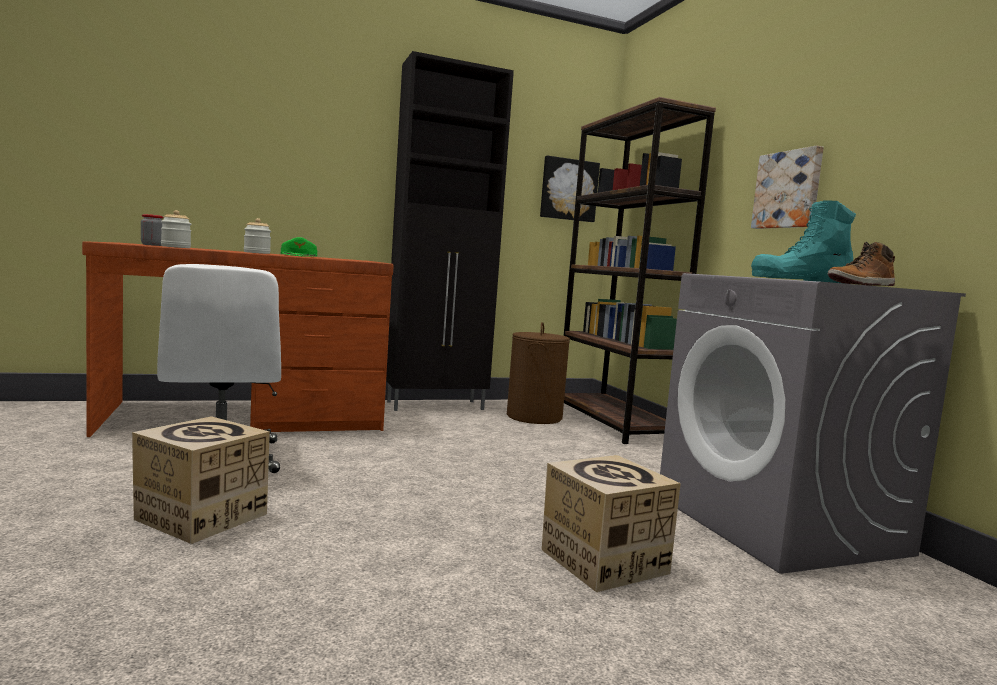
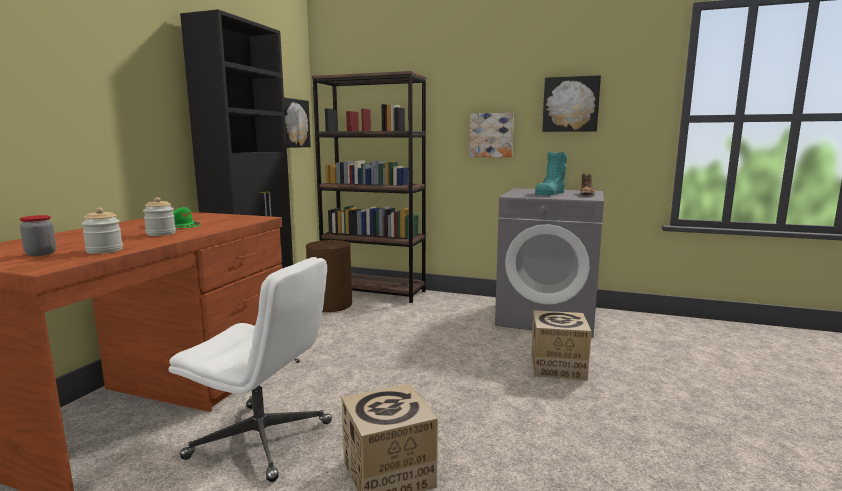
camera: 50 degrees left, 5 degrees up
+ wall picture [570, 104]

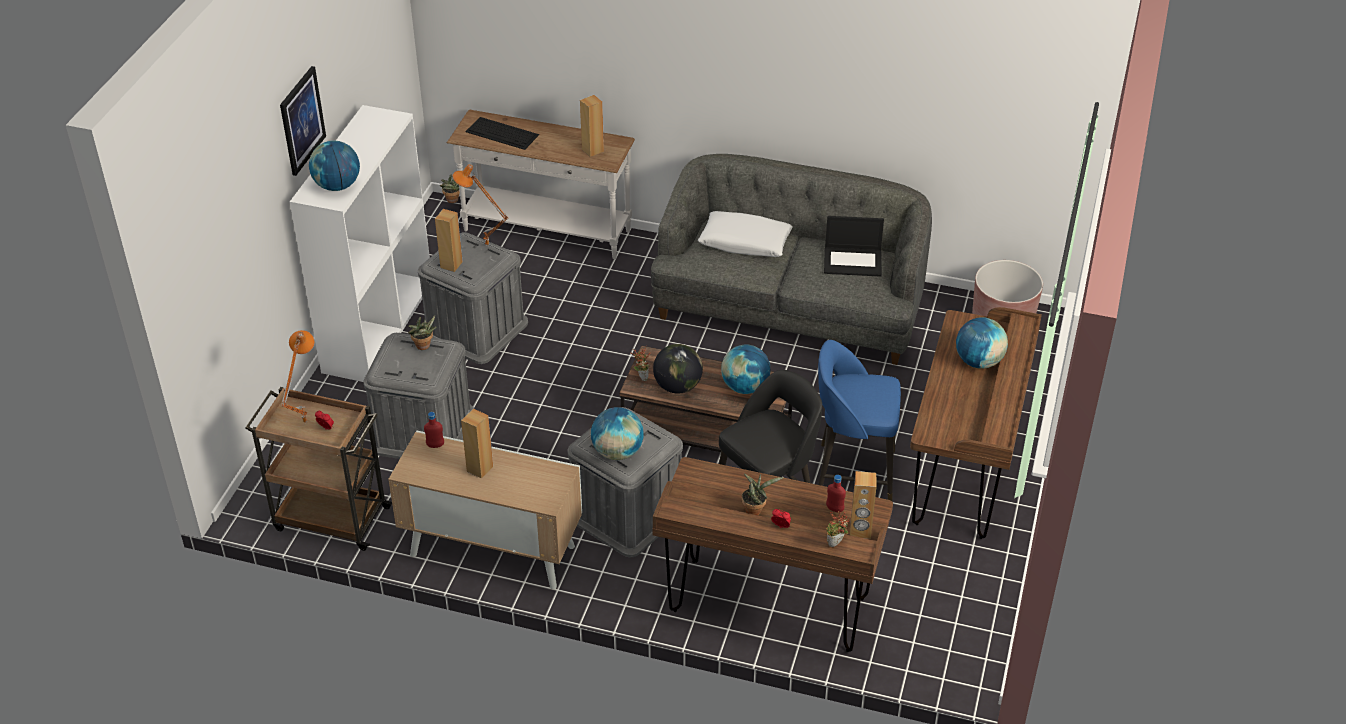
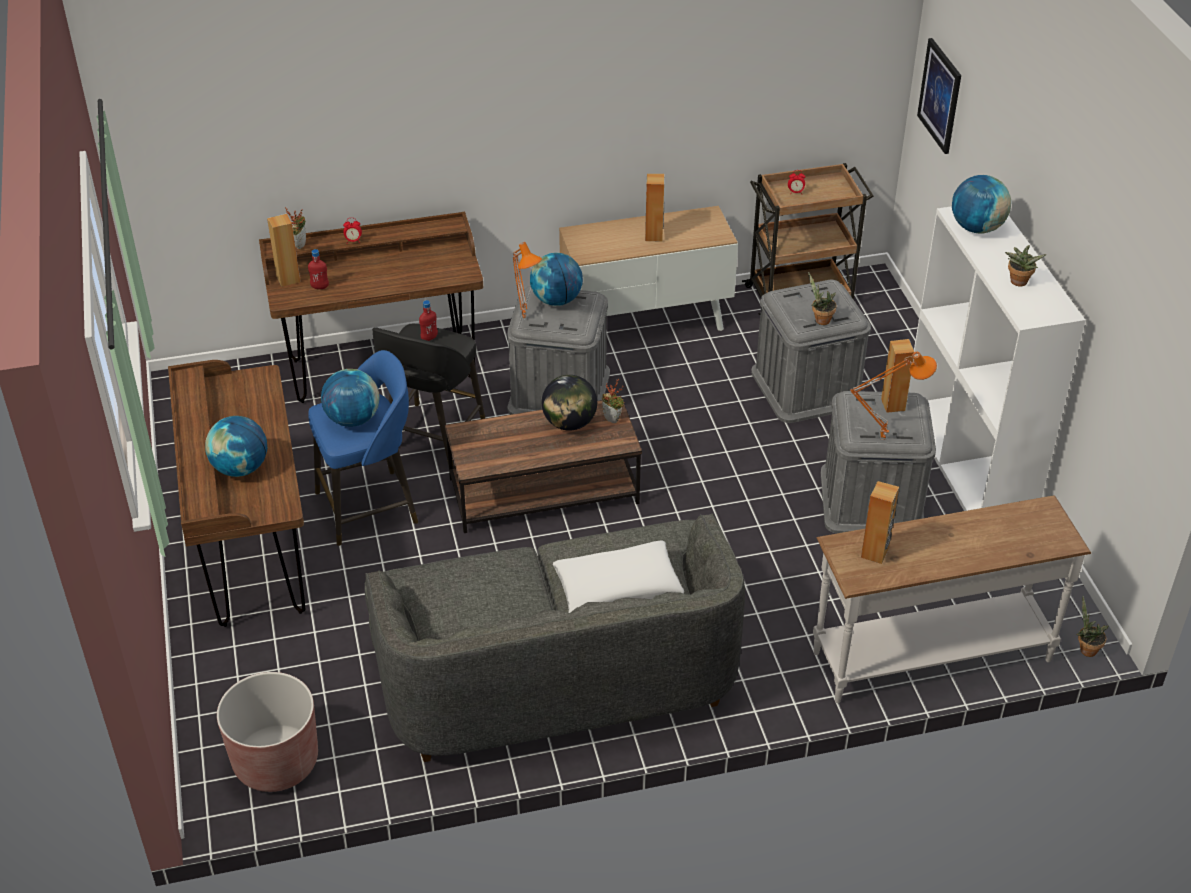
camera: 150 degrees right, 0 degrees up
- keyboard [503, 133]
- notebook computer [853, 261]
~ wall picture [302, 120] to [940, 95]
~ orangey lamp for a table [303, 422] to [526, 318]
~ red-coloured bottle [435, 445] to [429, 338]
~ globe [745, 387] to [353, 419]
~ plant in a pot [755, 510] to [1018, 283]

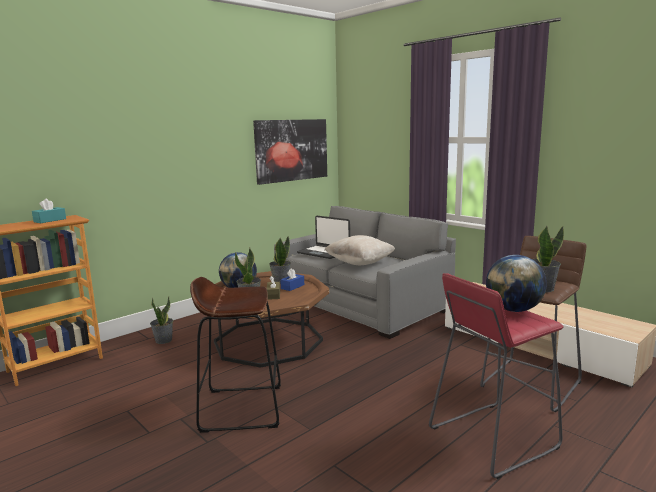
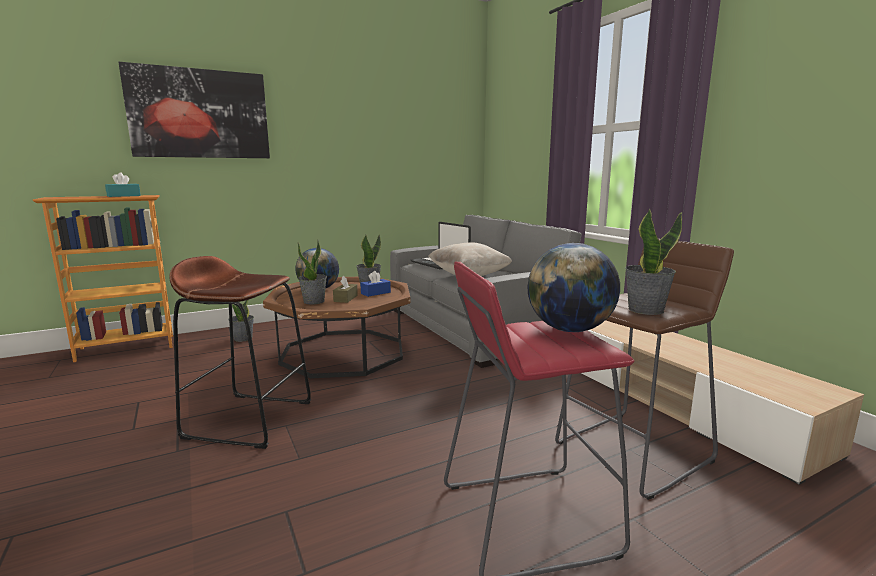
camera: 15 degrees right, 0 degrees up
~ wall picture [291, 150] to [200, 114]

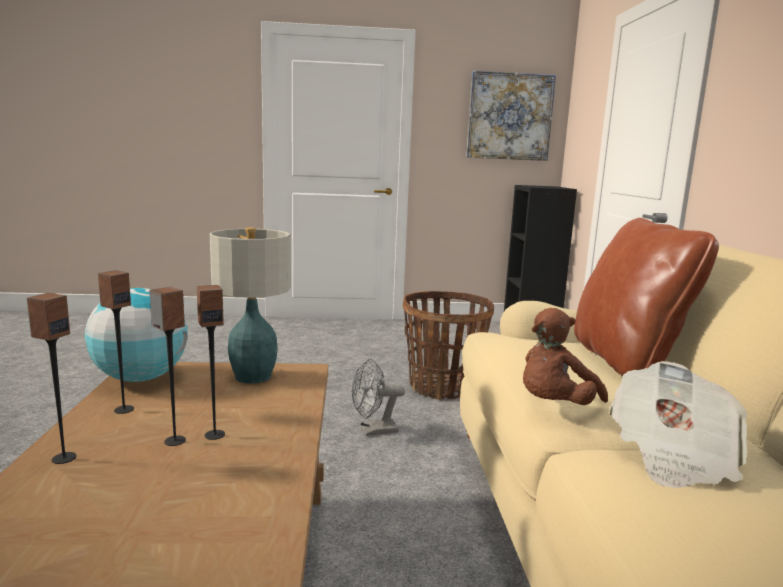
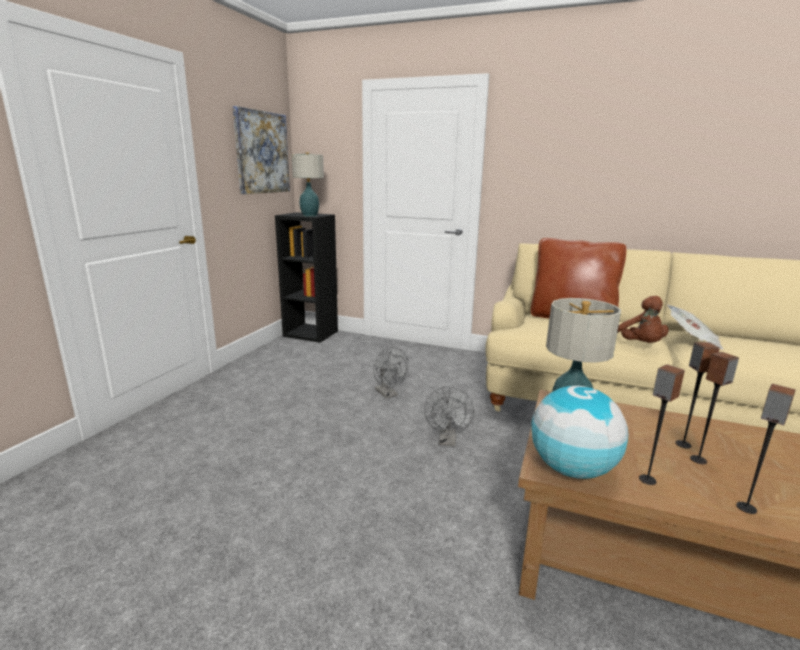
camera: 65 degrees left, 5 degrees up
+ lamp for a table [310, 215]
~ storage basket [443, 386] to gray electric fan [388, 394]

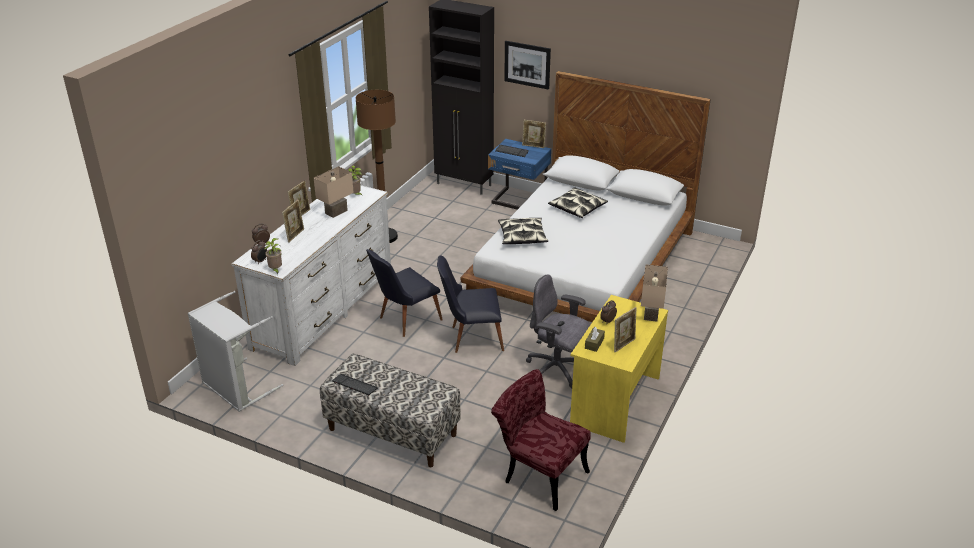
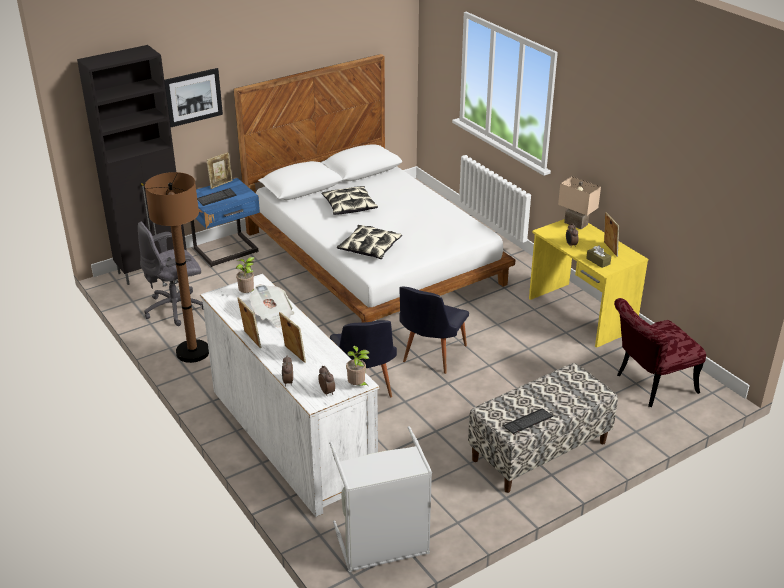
camera: 60 degrees left, 0 degrees up
~ gray desk chair [557, 370] to [176, 308]
~ beige lamp for a table [336, 212] to daily paper [272, 315]

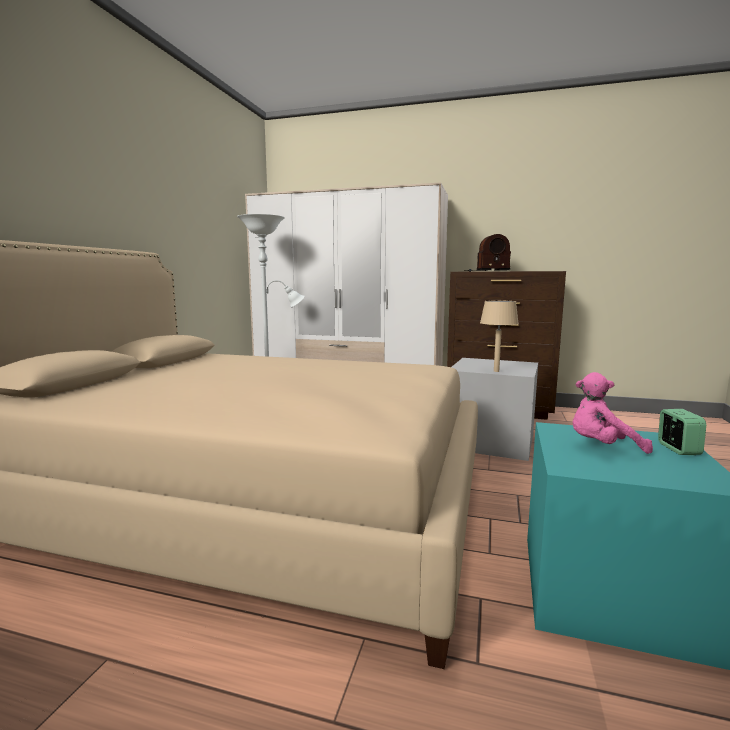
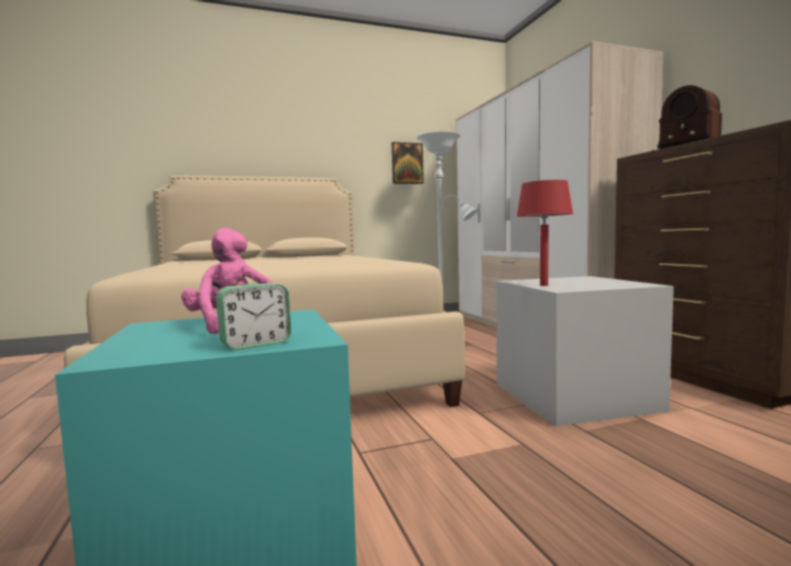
camera: 55 degrees right, 5 degrees down
+ wall picture [407, 163]
~ beige lamp for a table [496, 371] to red-coloured lamp for a table [543, 285]

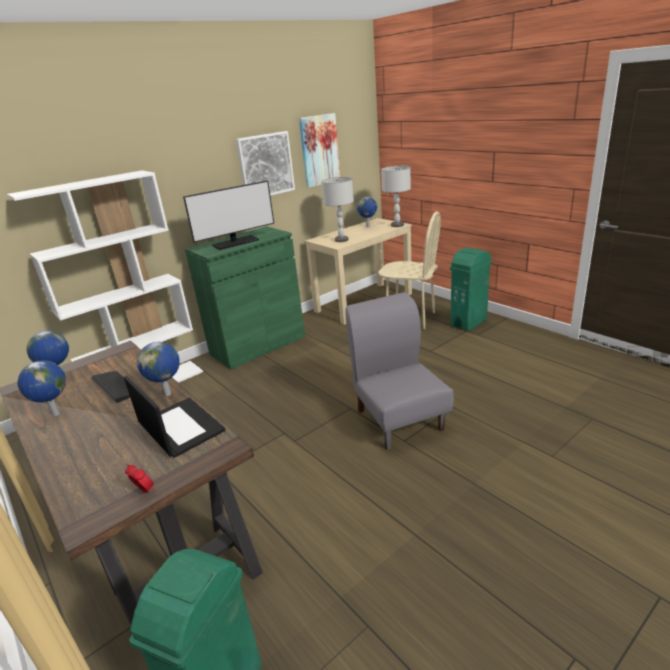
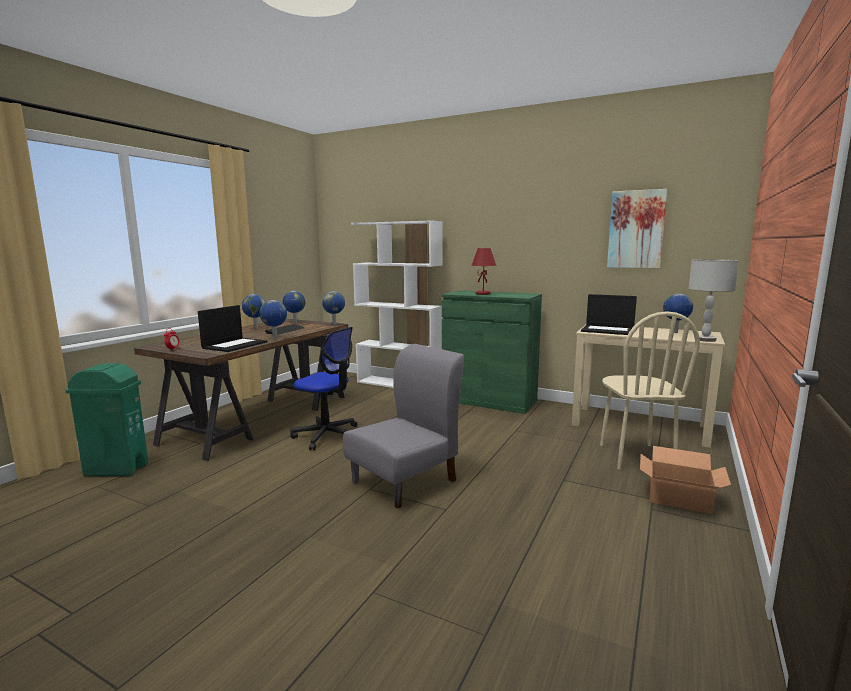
camera: 65 degrees right, 15 degrees down
- wall picture [265, 165]
+ desk chair [327, 435]
+ globe [335, 324]
~ computer screen [235, 243] to red-coloured lamp for a table [483, 294]
~ gray lamp for a table [341, 240] to notebook computer [608, 330]
~ greenish rubbish bin [469, 323] to carton [680, 498]

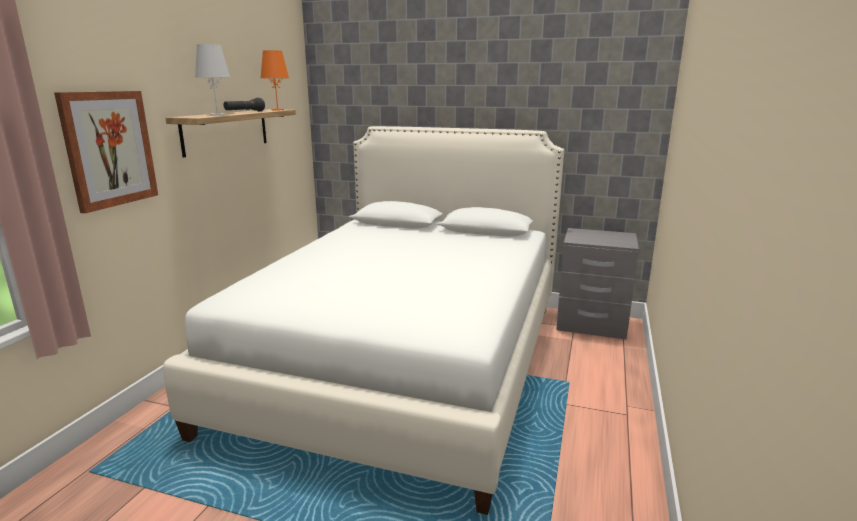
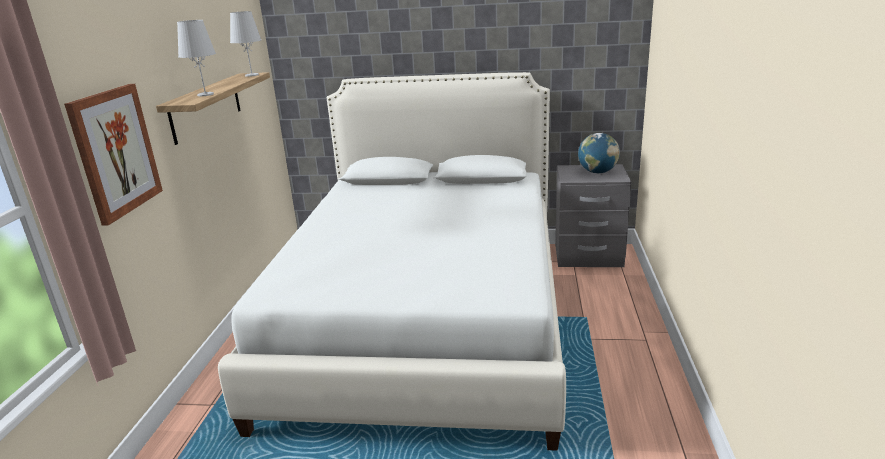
camera: 10 degrees left, 5 degrees up
- black-coloured hand torch [244, 112]
+ globe [597, 172]
~ orangey lamp for a table [277, 110] to white-coloured lamp for a table [252, 75]

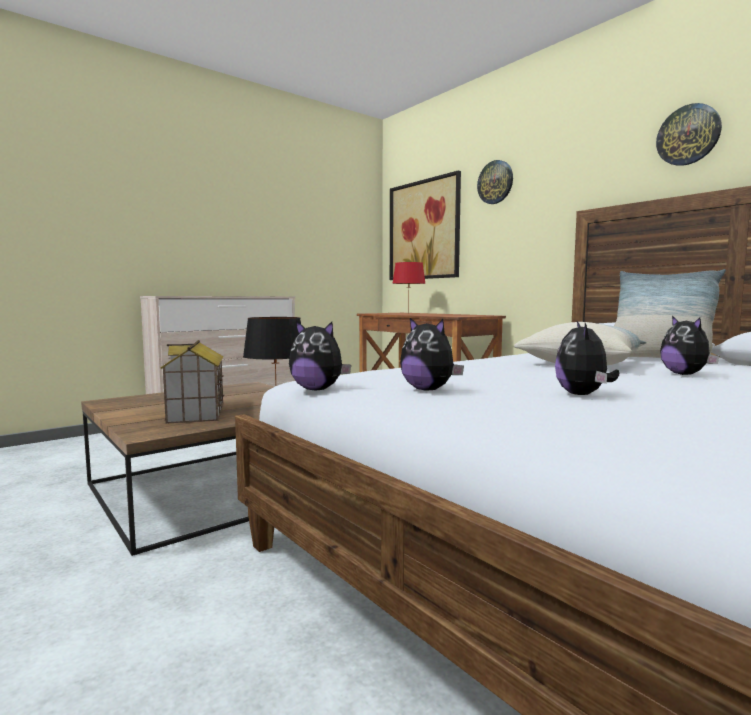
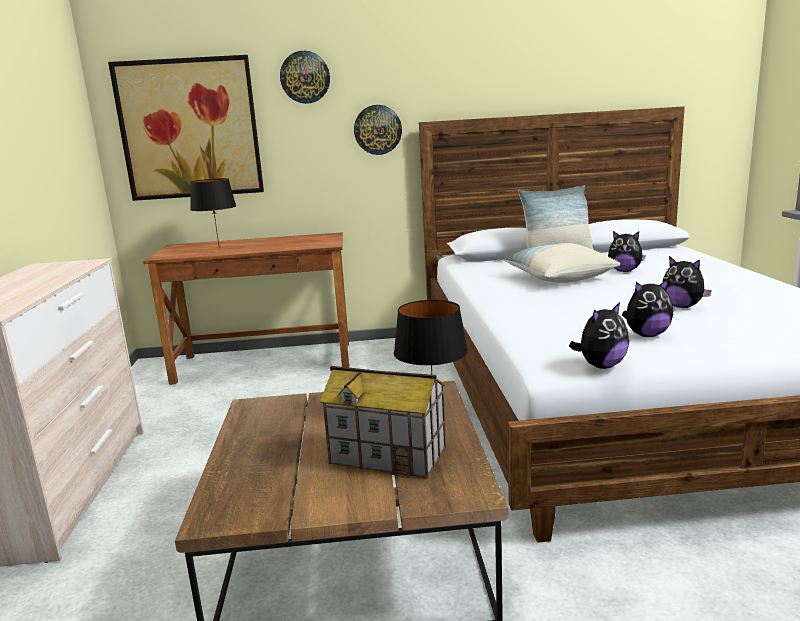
camera: 55 degrees left, 10 degrees up
~ hanging clock [688, 135] to [377, 130]
~ red-coloured lamp for a table [408, 313] to black-coloured lamp for a table [218, 248]

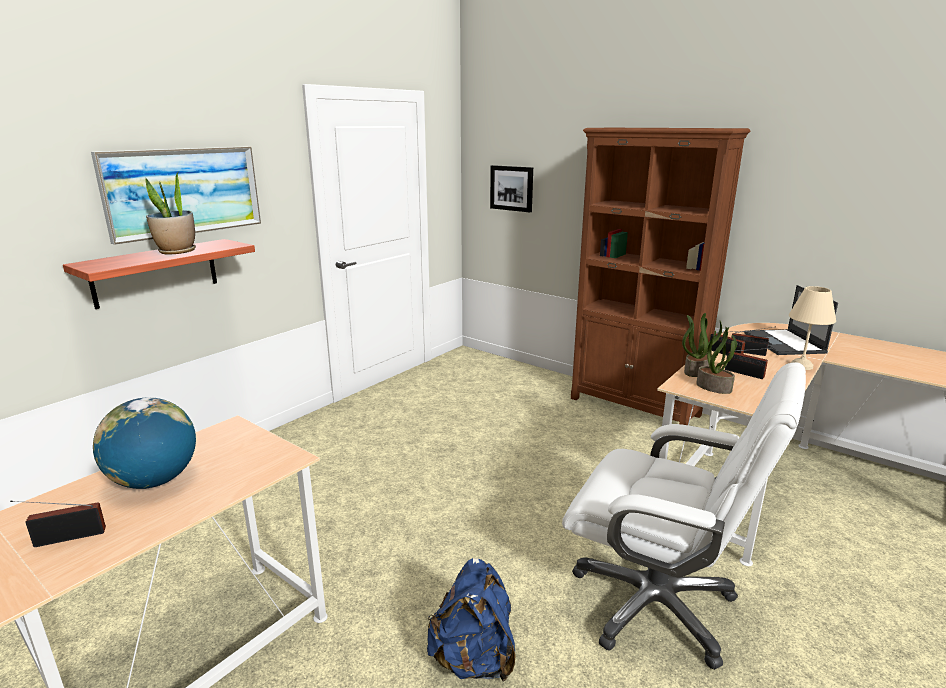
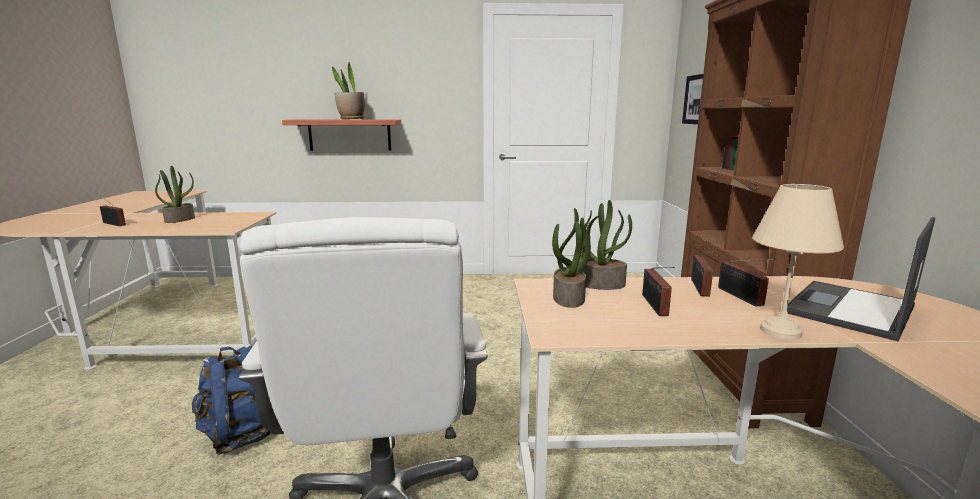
camera: 50 degrees right, 5 degrees down
- wall picture [184, 191]
~ globe [154, 481] to plant in a pot [180, 219]

